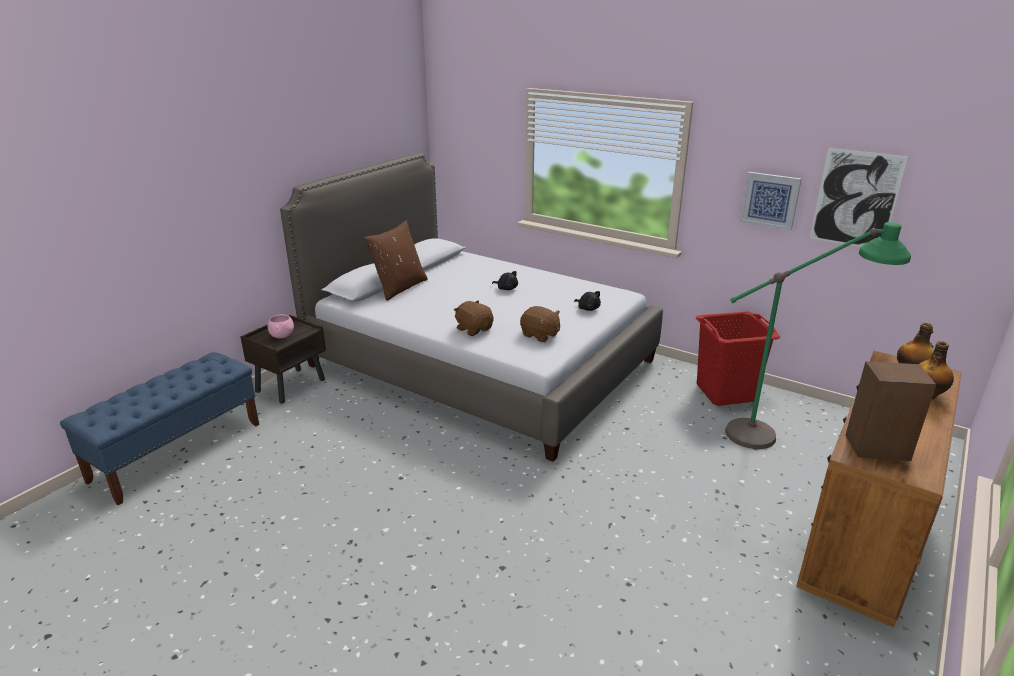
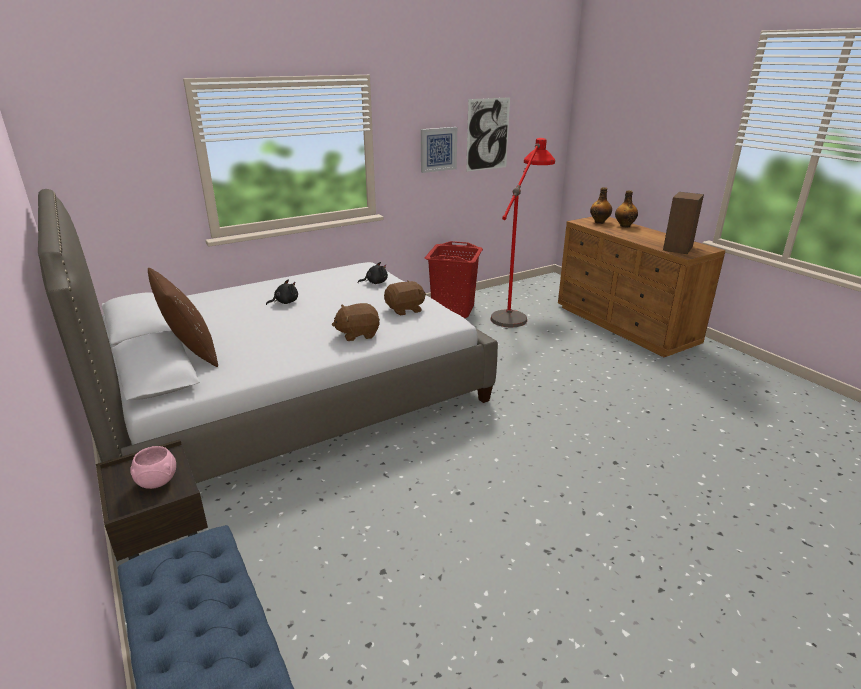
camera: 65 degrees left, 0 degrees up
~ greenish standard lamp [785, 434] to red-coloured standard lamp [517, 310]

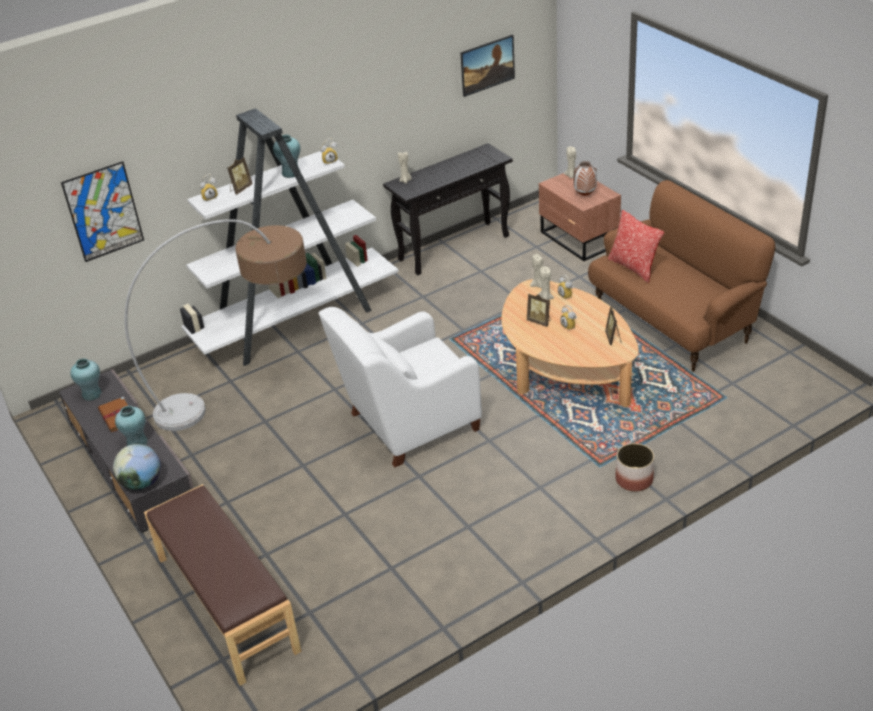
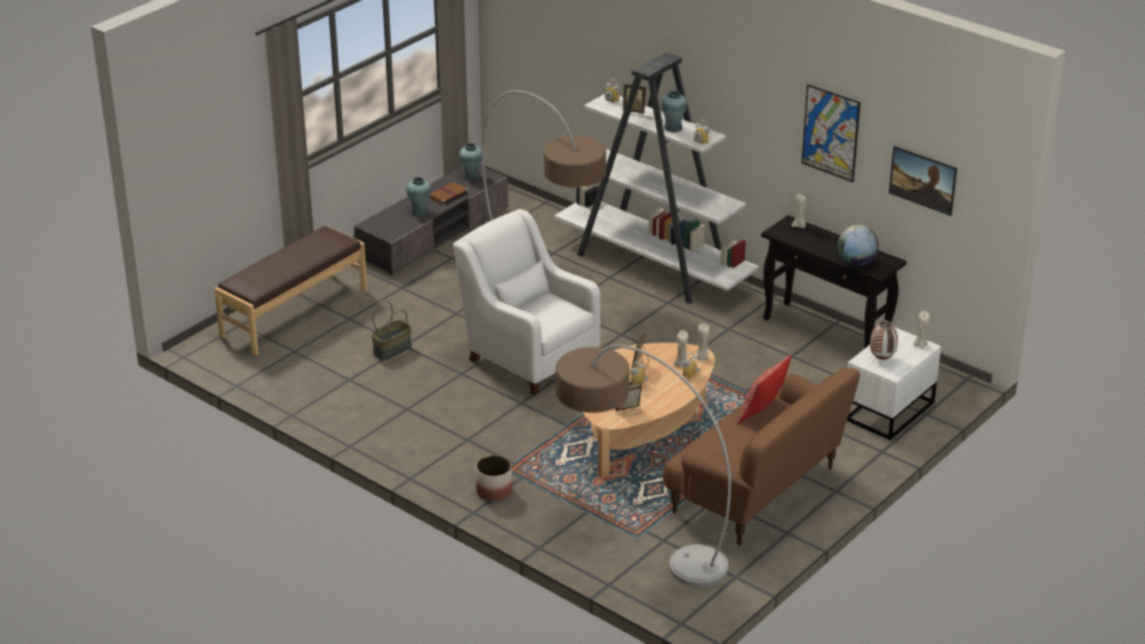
camera: 70 degrees right, 5 degrees down
+ storage basket [392, 349]
+ standard lamp [634, 535]
~ wall picture [103, 212] to [830, 133]
~ globe [142, 483] to [856, 262]
~ brown bedside table [579, 239] to white-coloured bedside table [887, 411]

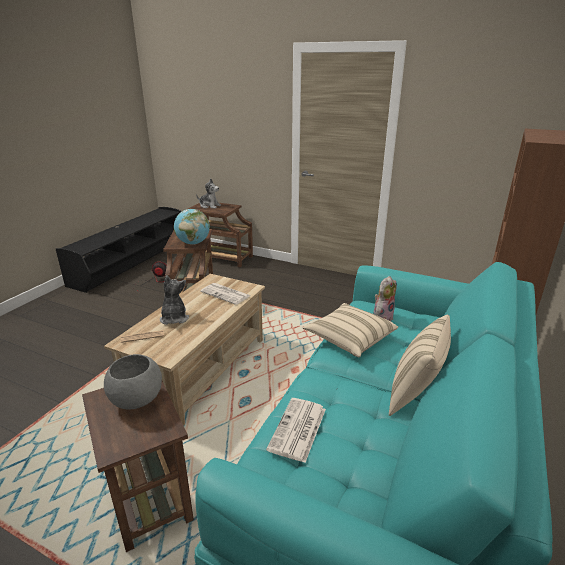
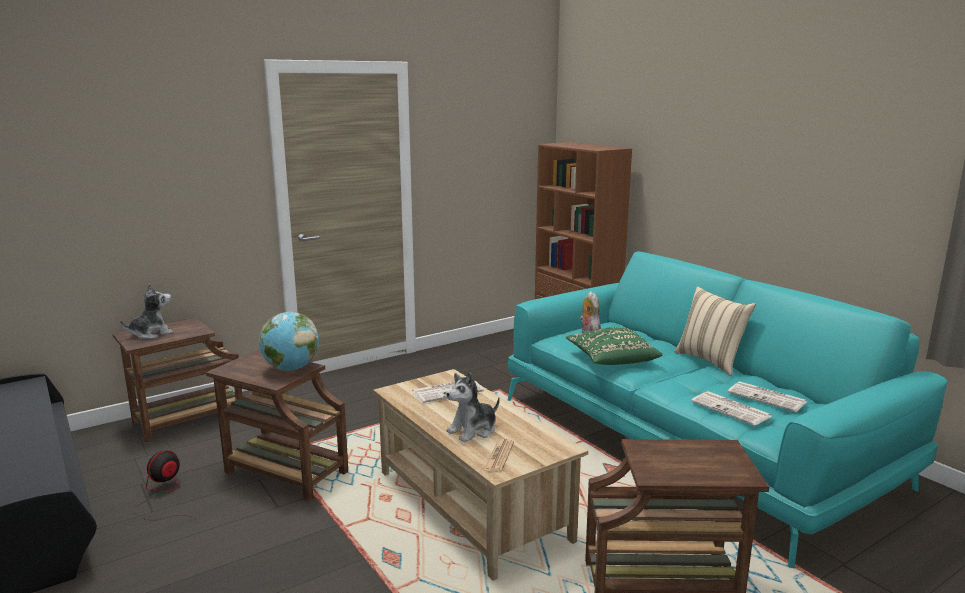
camera: 60 degrees left, 10 degrees down
- gray serving bowl [137, 400]
+ daily paper [768, 397]
~ beige cushion [349, 339] to greenish cushion [611, 360]
~ cuddly toy [174, 318] = [473, 430] 60 degrees counterclockwise

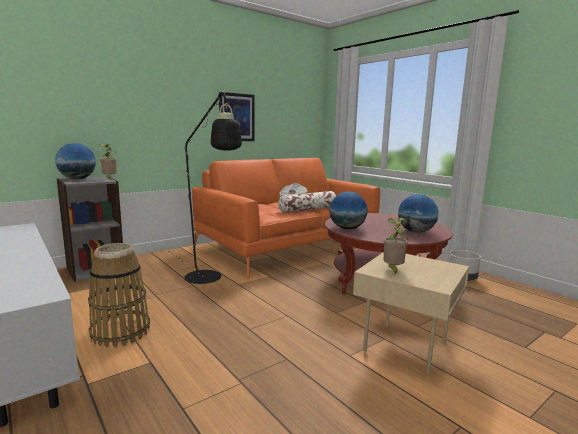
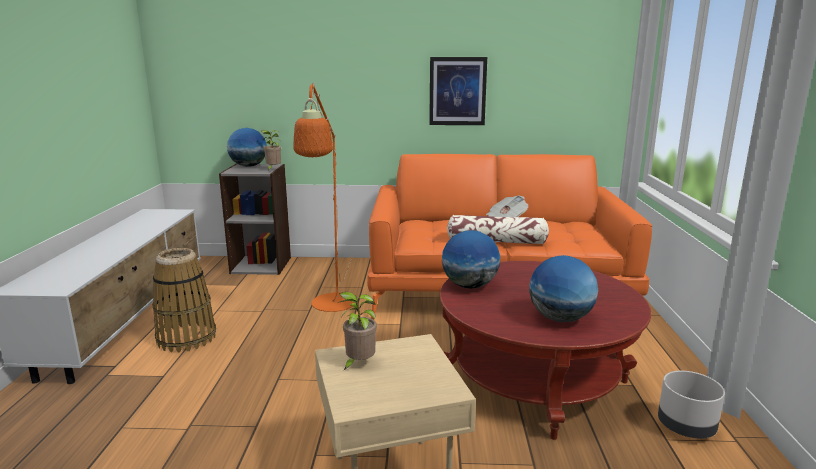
camera: 40 degrees right, 5 degrees up
~ black-coloured standard lamp [207, 279] to orangey standard lamp [332, 307]

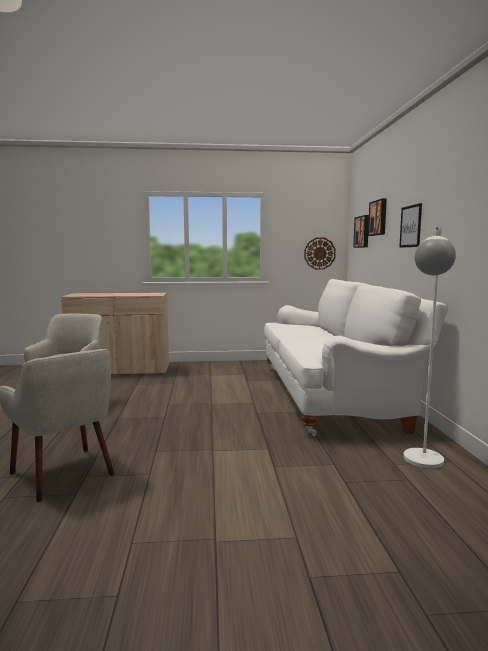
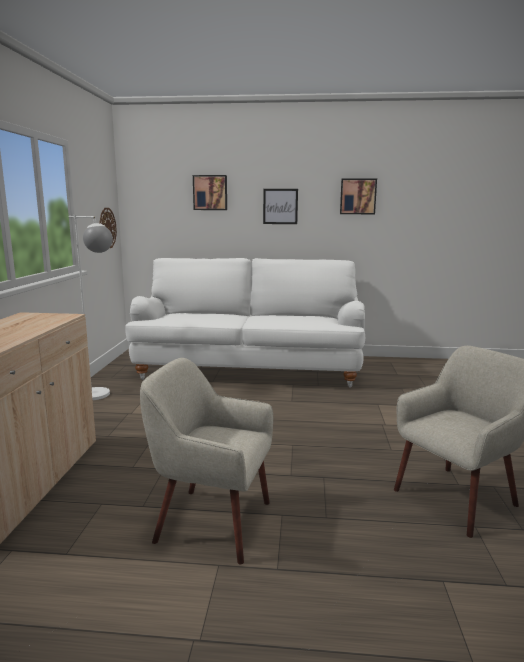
camera: 80 degrees left, 5 degrees up
~ wall picture [362, 232] to [358, 196]
~ white-coloured standard lamp [422, 465] to [101, 397]

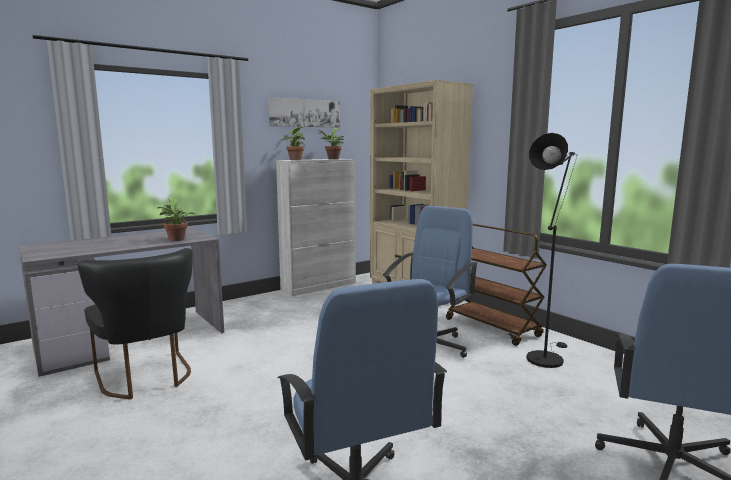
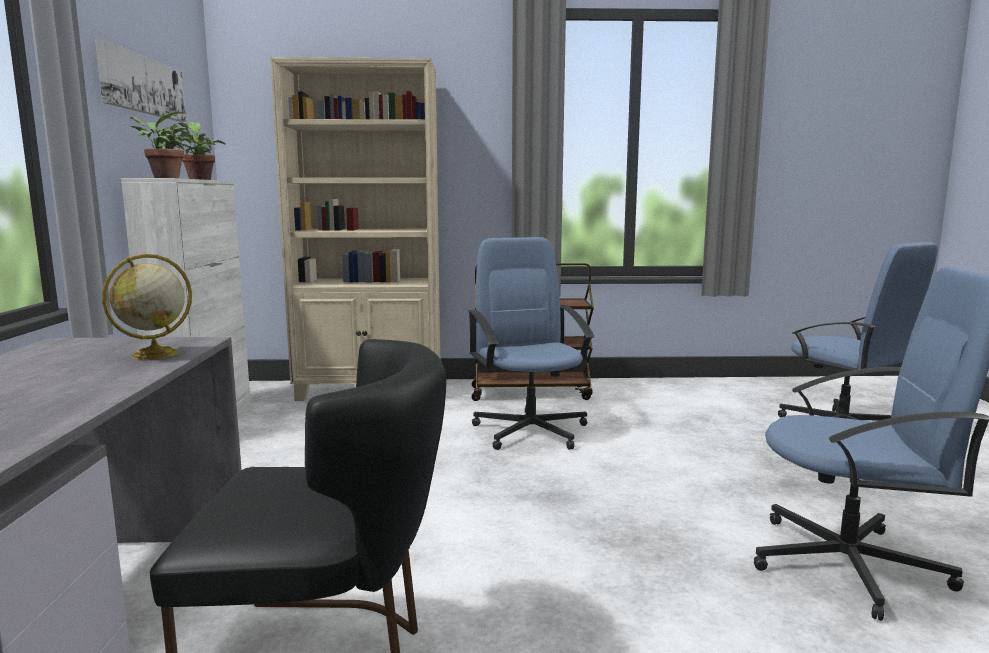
camera: 55 degrees left, 0 degrees up
- black-coloured standard lamp [546, 357]
~ plant in a pot [177, 240] to globe [154, 355]

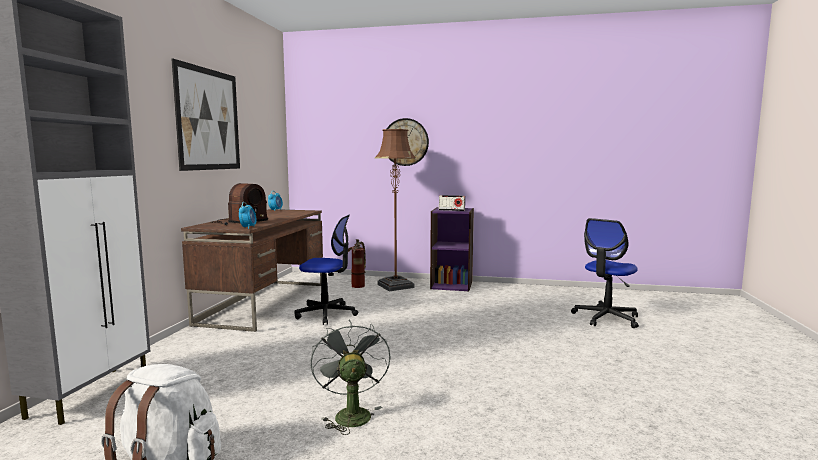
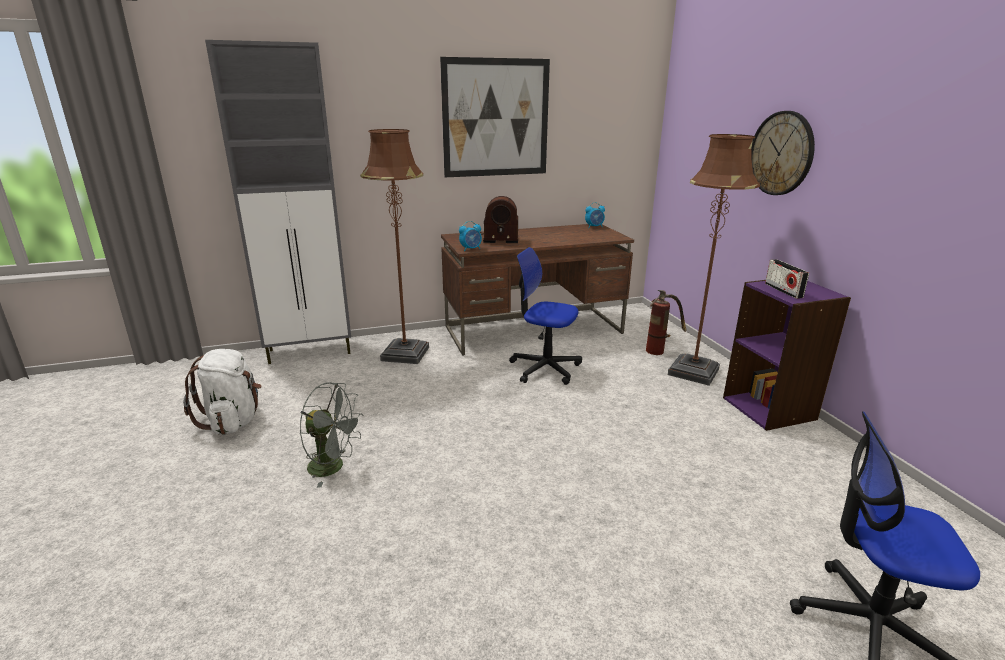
camera: 60 degrees right, 15 degrees up
+ brown standard lamp [405, 354]
~ desk chair [326, 314] = [545, 368] 135 degrees clockwise
~ gray electric fan [350, 414] = [333, 467] 60 degrees clockwise

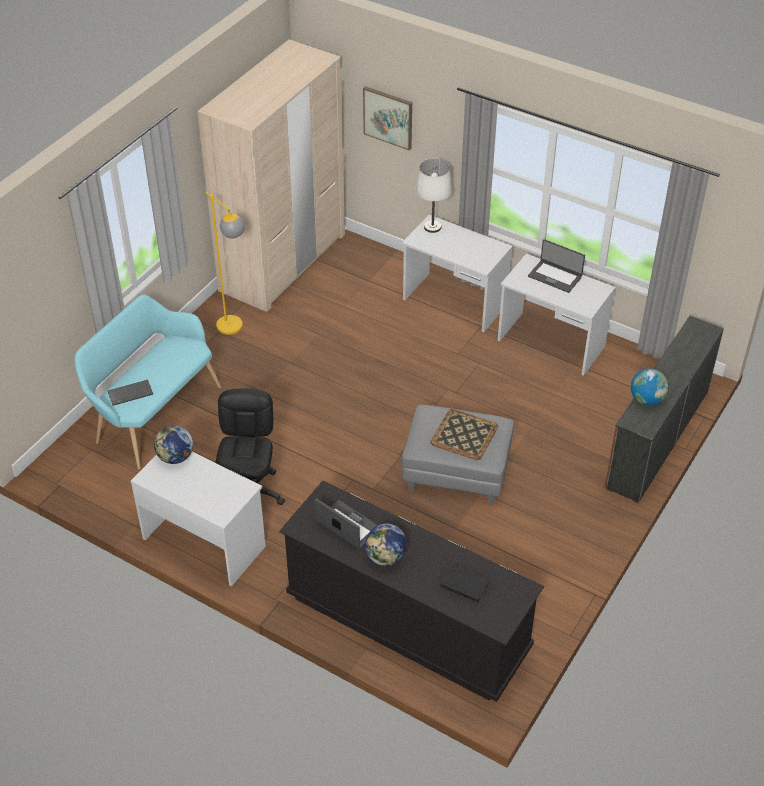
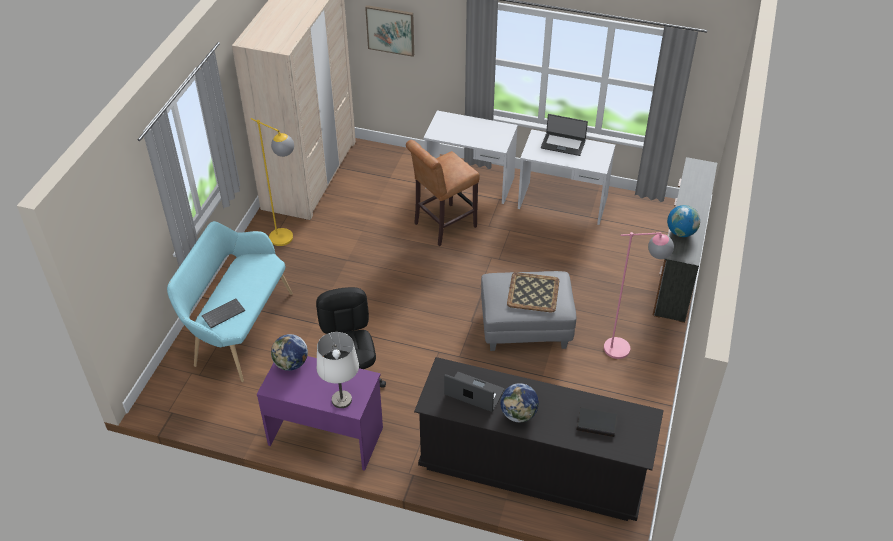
camera: 15 degrees left, 0 degrees up
+ brown sitting stool [442, 226]
+ pinkish standard lamp [626, 348]
~ white-coloured lamp for a table [432, 227] to [342, 400]
~ white-coloured desk table [205, 541] to purplish desk table [326, 435]

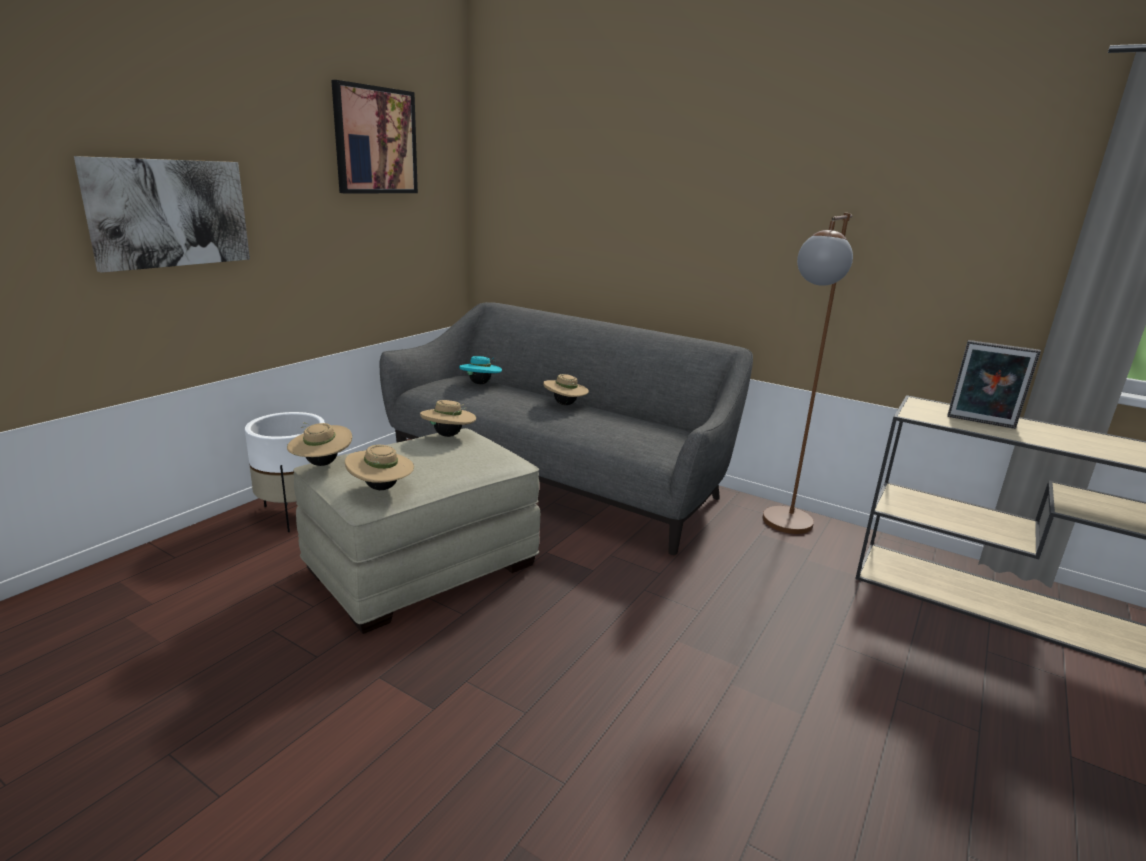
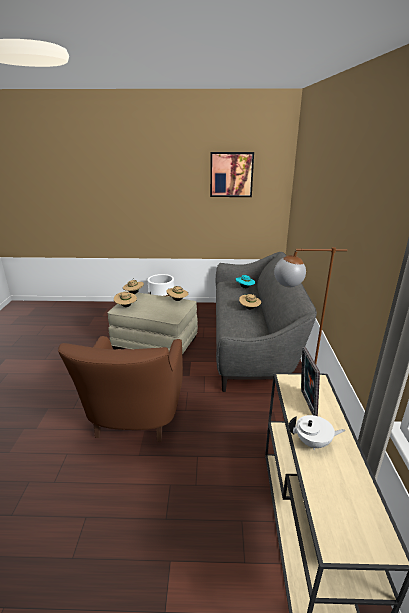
camera: 60 degrees right, 5 degrees up
- wall picture [169, 213]
+ brown easy chair [134, 419]
+ white-coloured teapot [313, 443]

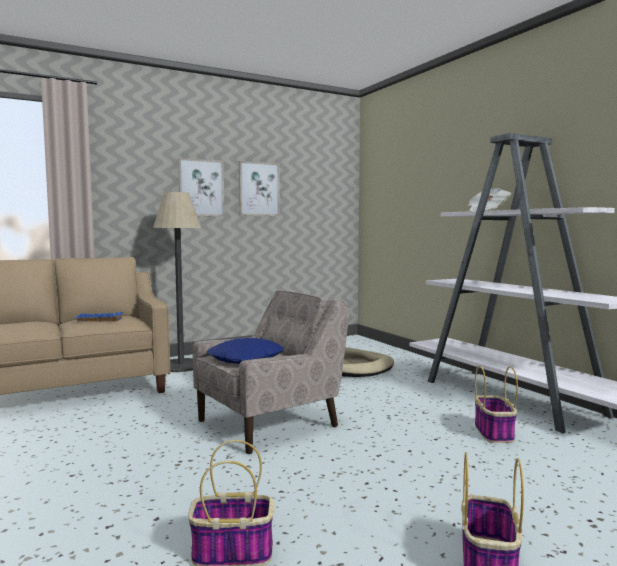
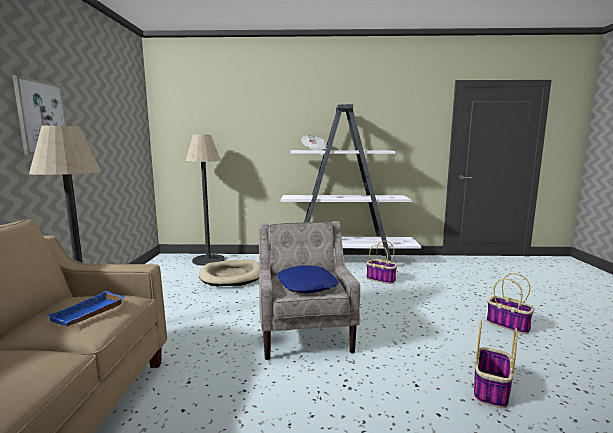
camera: 60 degrees left, 5 degrees up
- wall picture [259, 189]
+ standard lamp [208, 260]

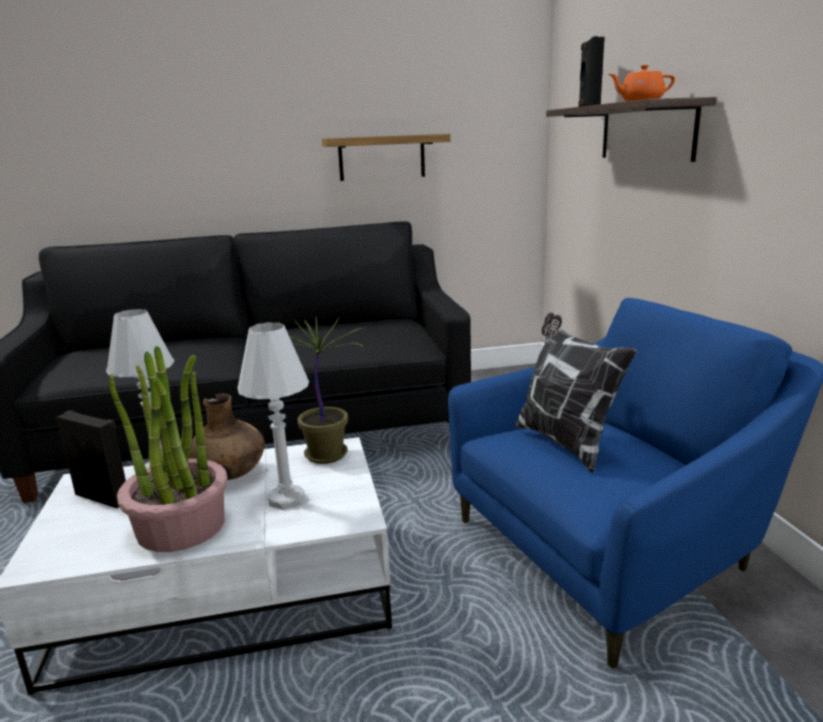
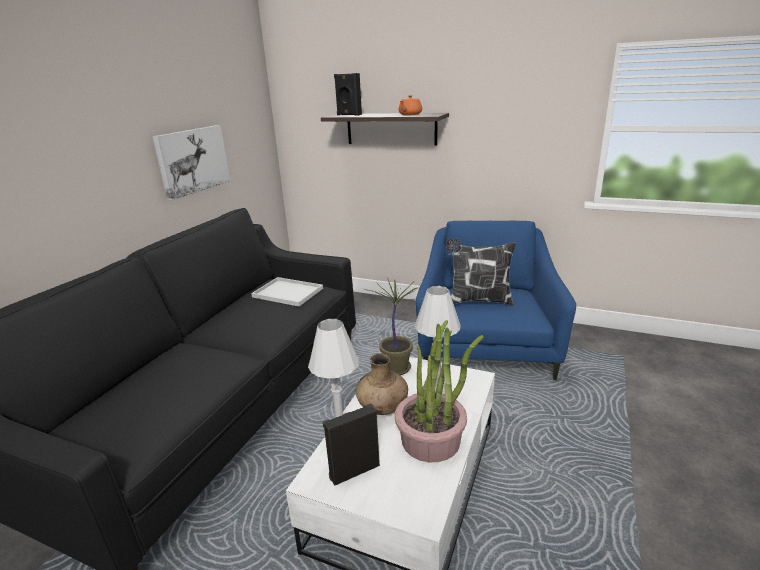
camera: 55 degrees left, 5 degrees up
+ white-coloured serving tray [289, 292]
~ wall shelf [382, 157] to wall picture [192, 160]

